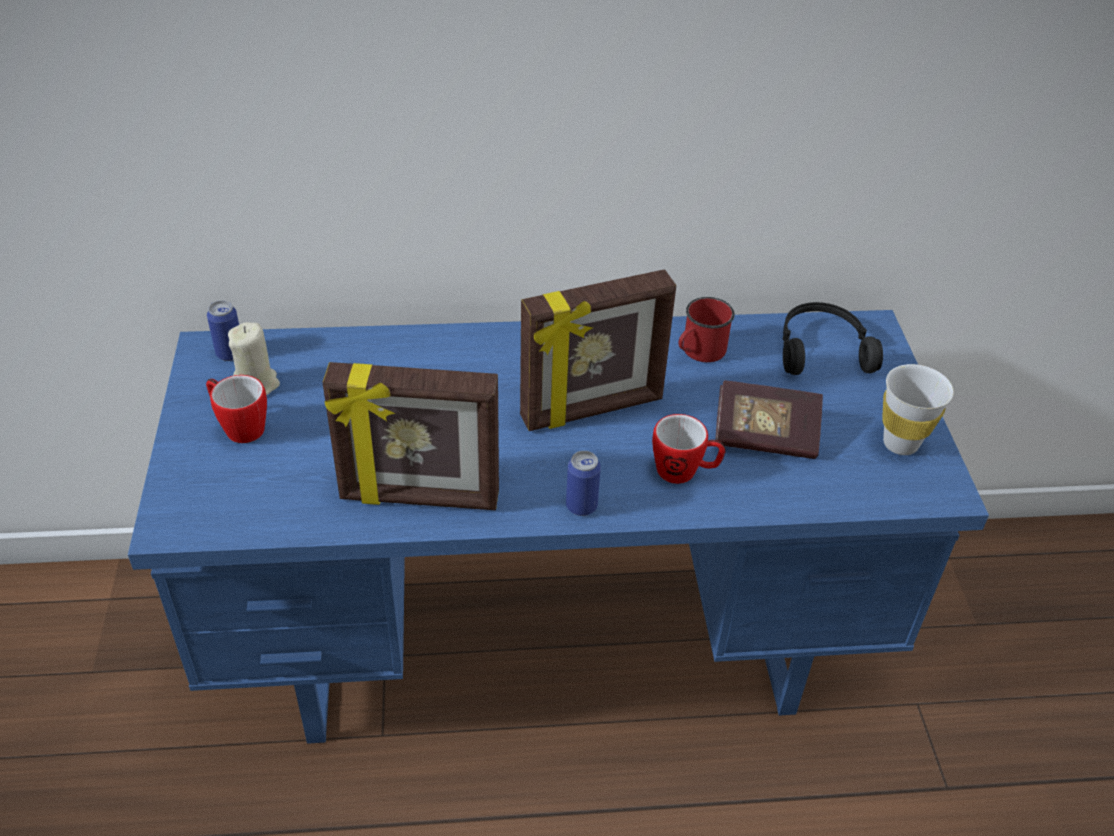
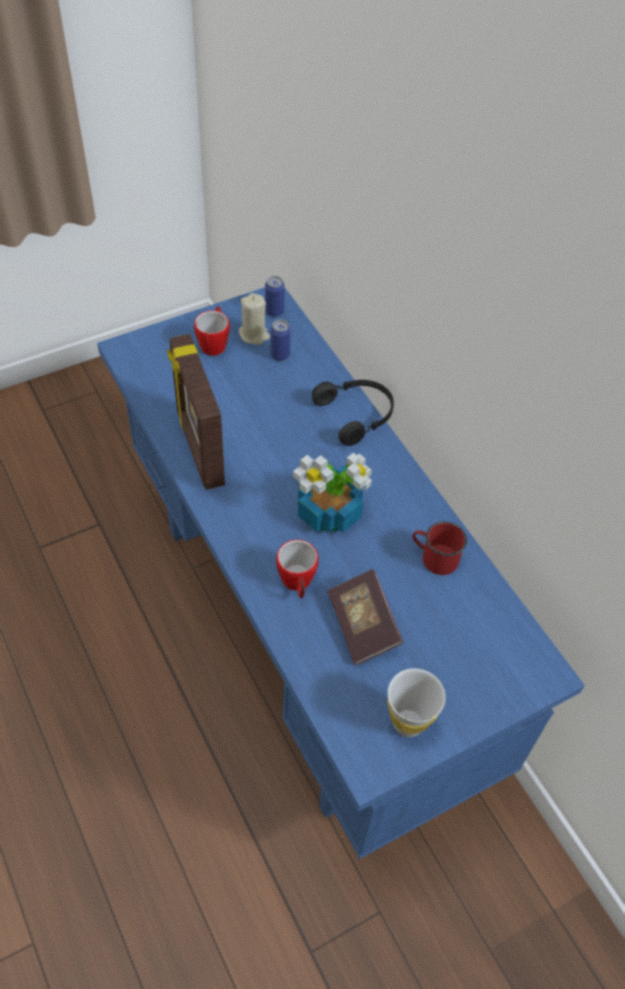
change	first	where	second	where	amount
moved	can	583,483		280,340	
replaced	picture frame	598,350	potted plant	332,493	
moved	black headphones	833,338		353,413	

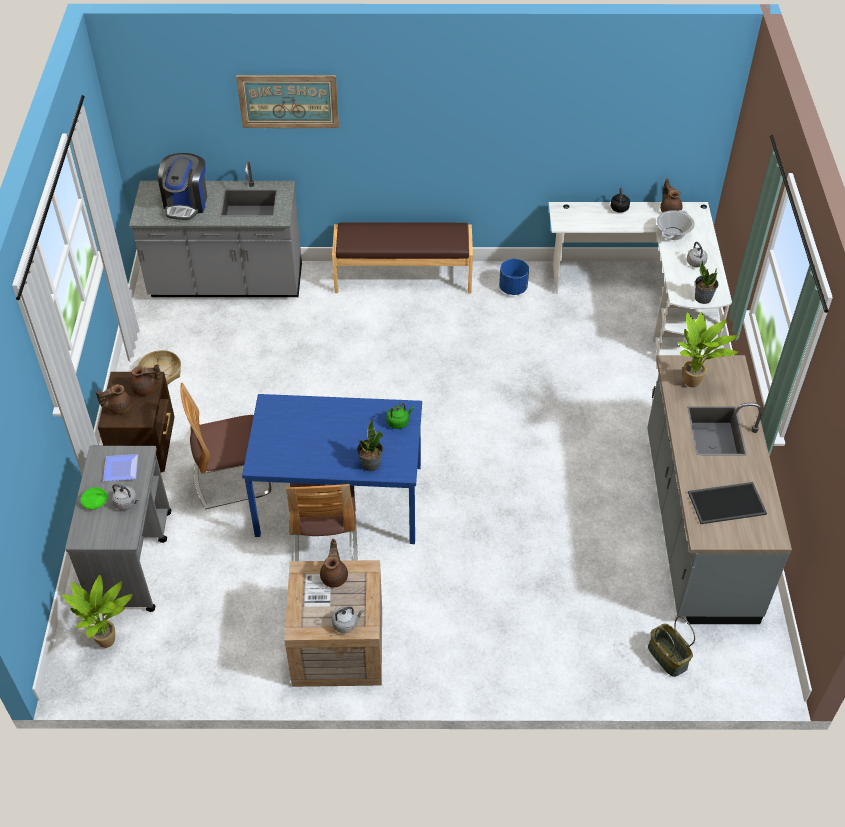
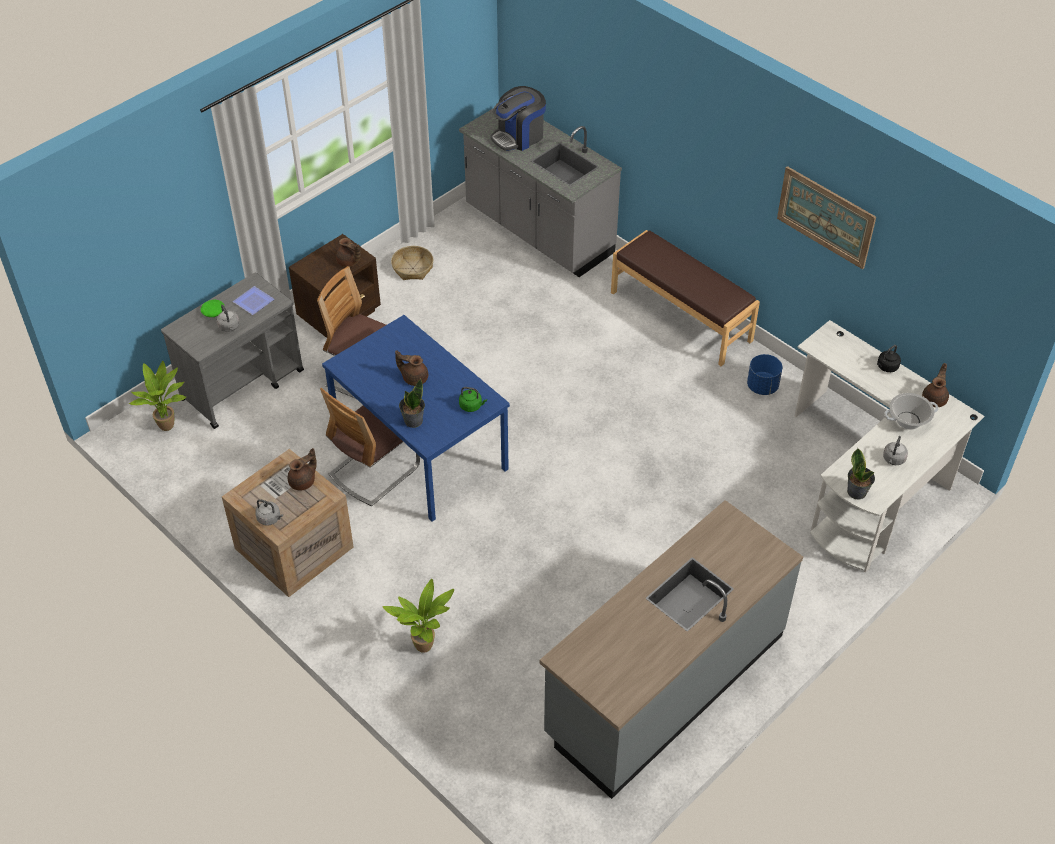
change	first	where	second	where	amount
moved	potted plant	708,349		418,616	
moved	brown teapot	114,399		411,368	
moved	picture	287,101		826,217	
removed	basket	671,646			
removed	tray	727,503			

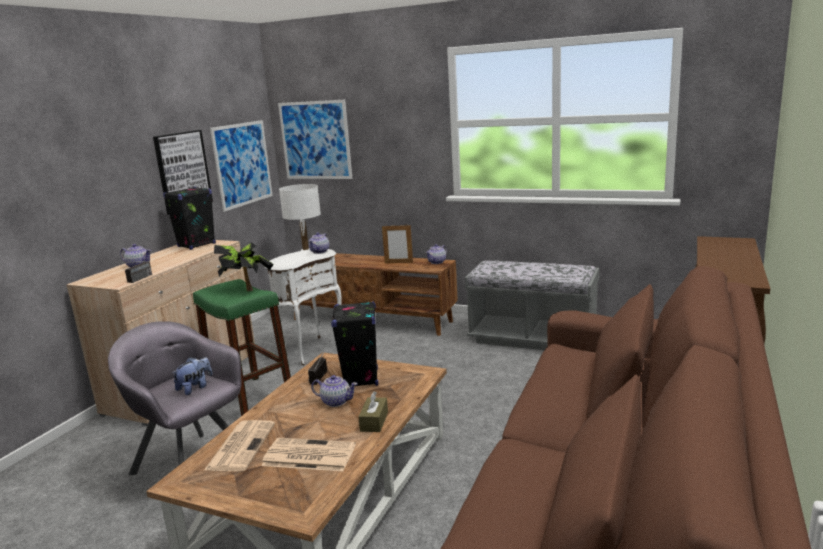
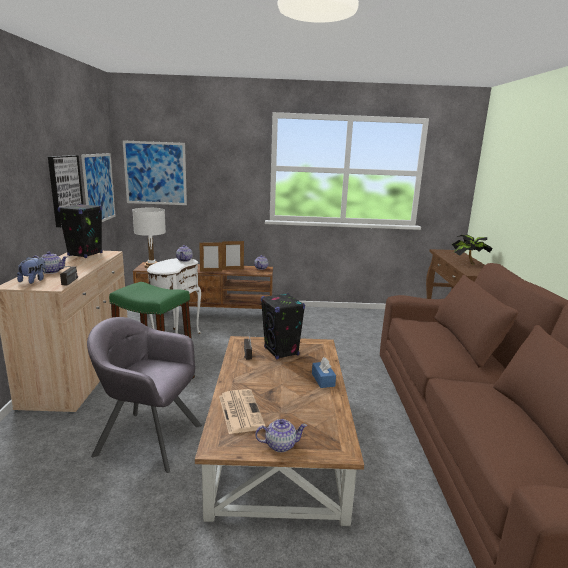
change	first	where	second	where	amount
moved	plush toy	192,376		31,270	
added			picture frame	210,257	
moved	teapot	334,391		281,435	
recoloured	brown tissue box	373,411	blue tissue box	324,372	
moved	potted plant	243,266		472,249	
removed	newspaper	308,454			
removed	grey bench	532,305			

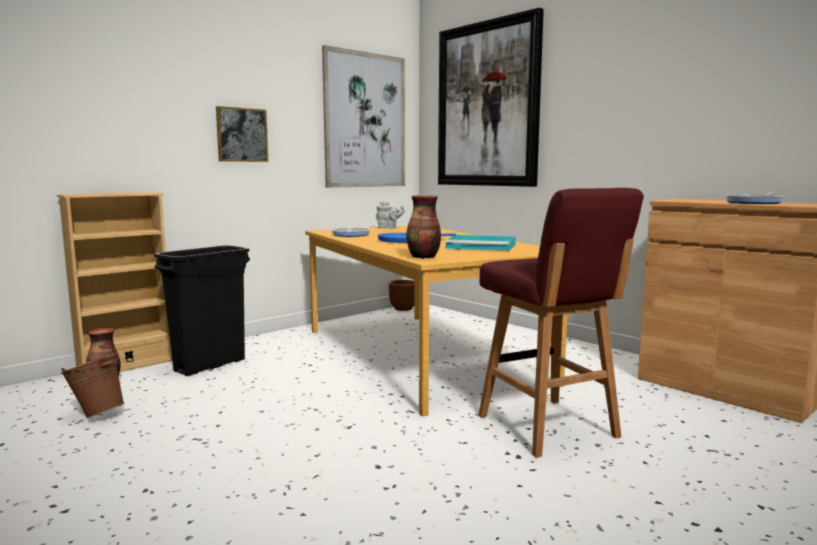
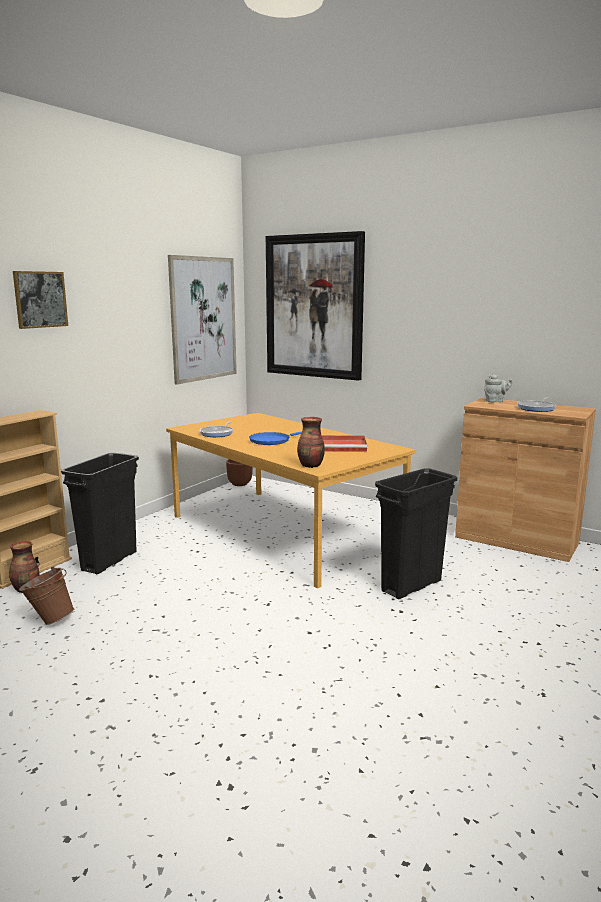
change	first	where	second	where	amount
moved	picture	242,134		40,300	
recoloured	turquoise tray	480,243	red tray	344,443	
replaced	red stool	561,323	black trash can	416,533	
moved	grey teapot	390,214		498,388	

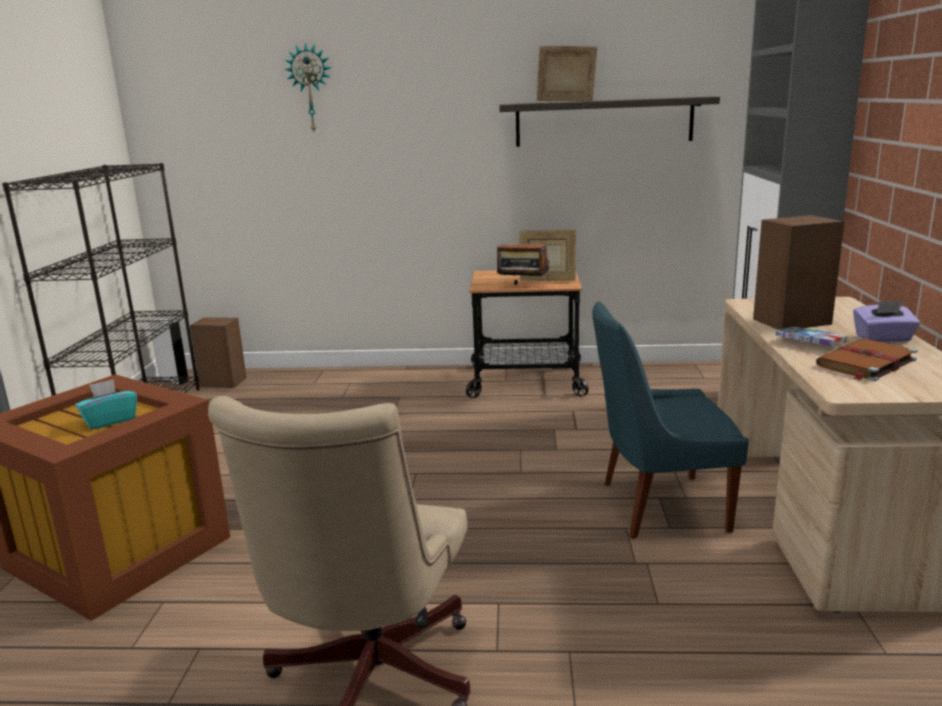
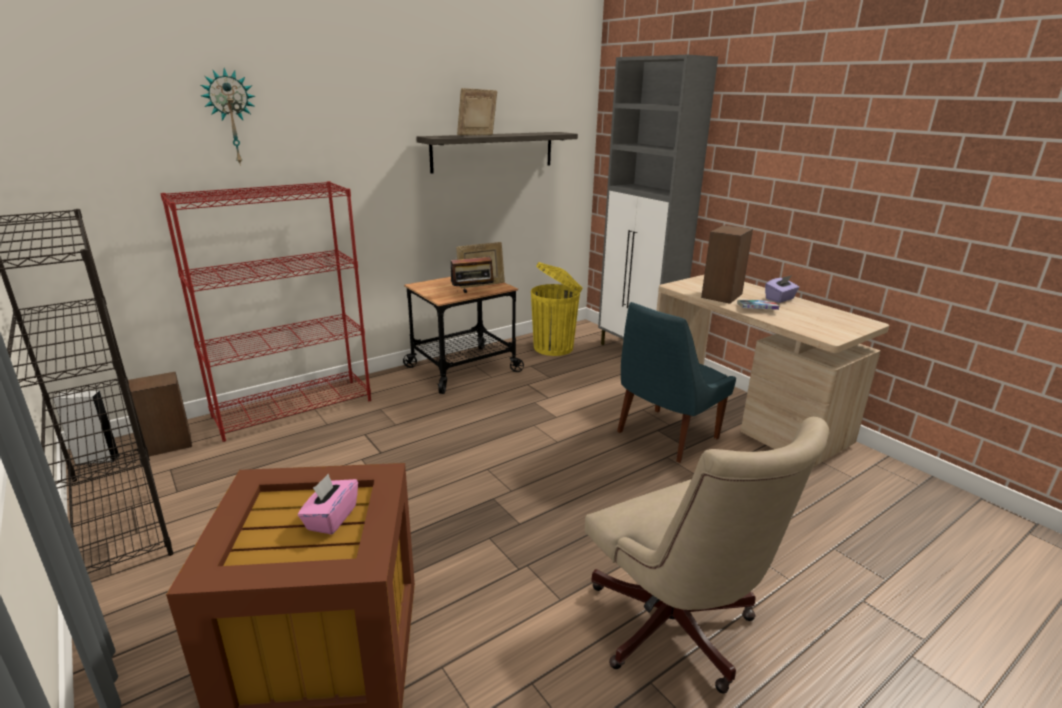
change	first	where	second	where	amount
added			red bookcase	266,311	
recoloured	turquoise tissue box	106,404	pink tissue box	328,504	
added			yellow trash can	557,309	
removed	brown book	867,360			

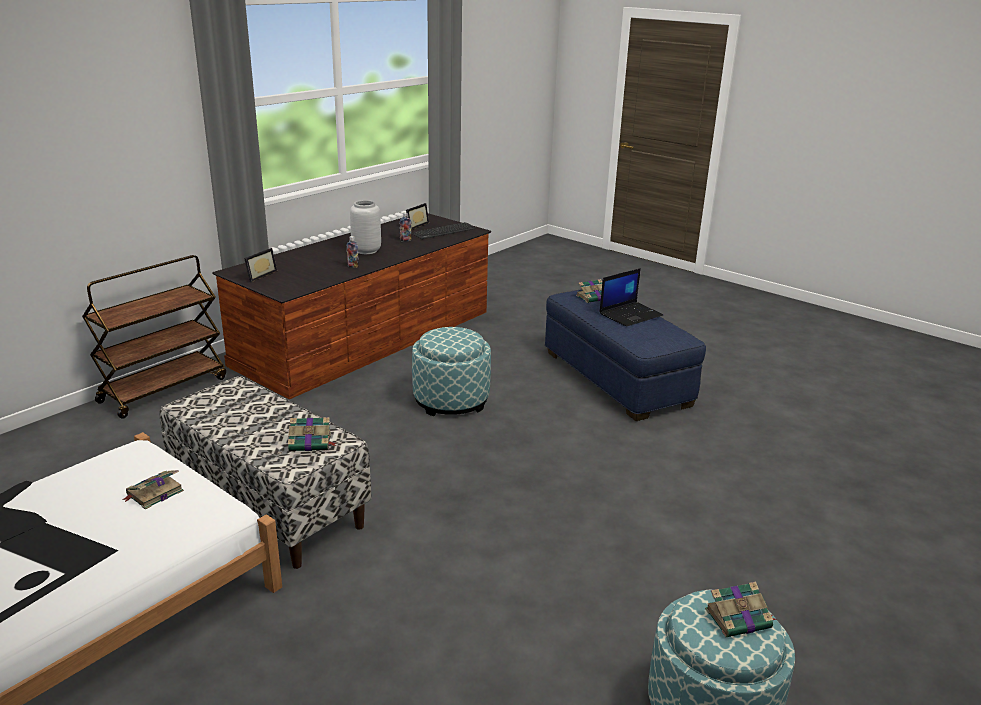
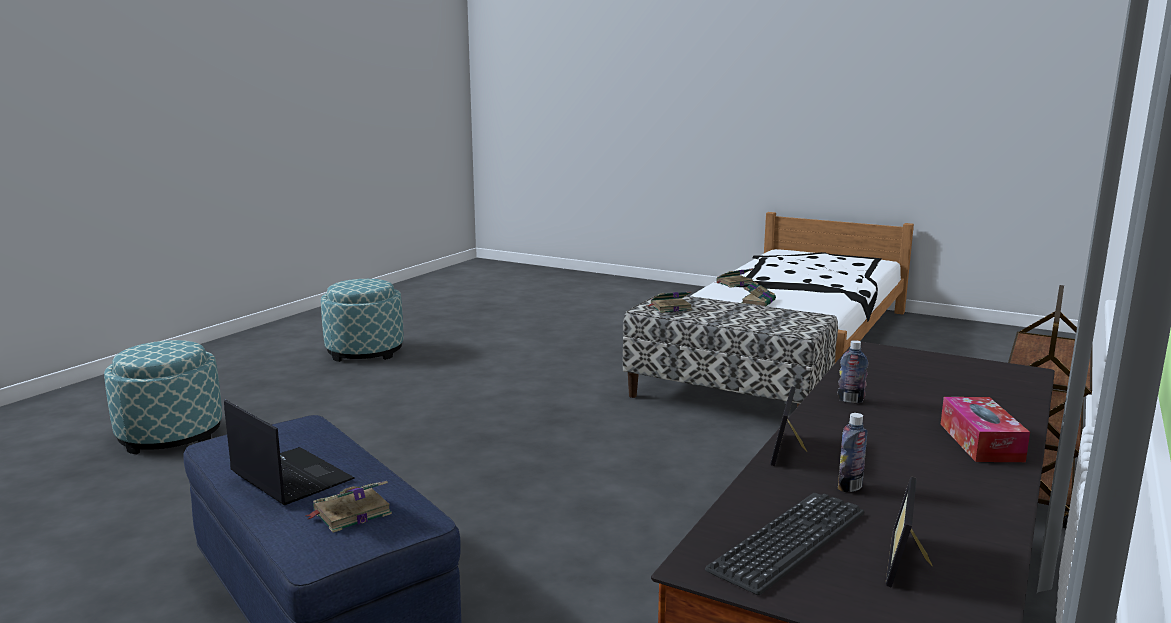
change	first	where	second	where	amount
moved	ottoman	451,371		163,397	
turned	laptop	631,297		289,453	90 degrees clockwise
moved	book	741,609		733,278	
moved	picture frame	260,265		788,426	
added			tissue box	985,429	
removed	grey vase	365,227			

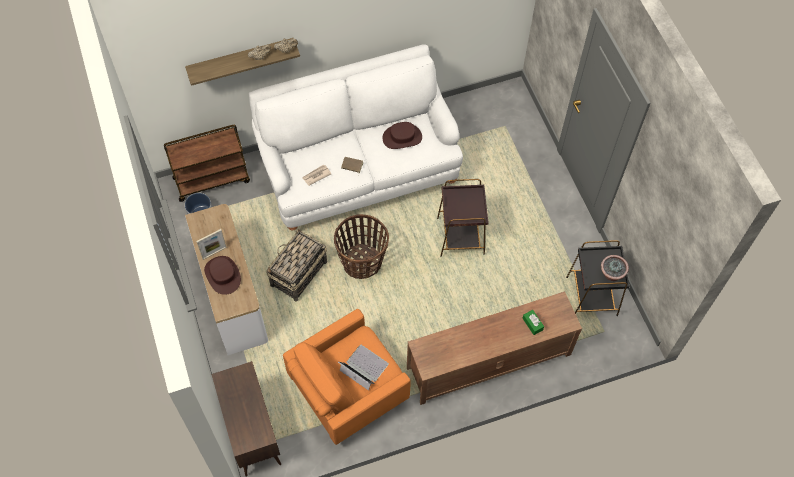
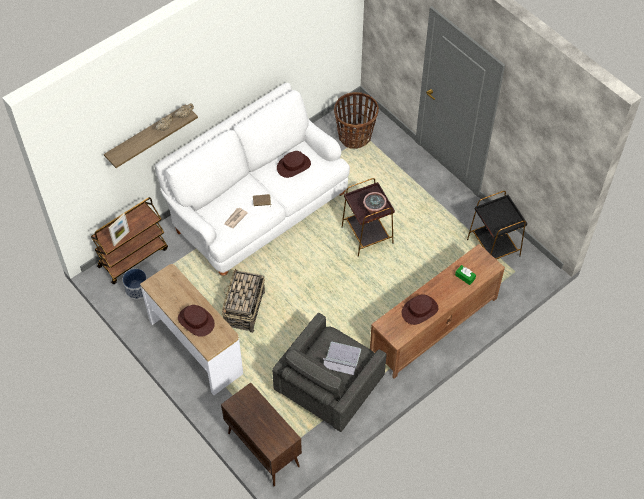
change	first	where	second	where	amount
moved	picture frame	211,244		119,229	
recoloured	orange armchair	347,377	grey armchair	329,372	
moved	basket	361,246		356,120	
moved	potted plant	615,268		375,203	
added			brown hat	420,309	

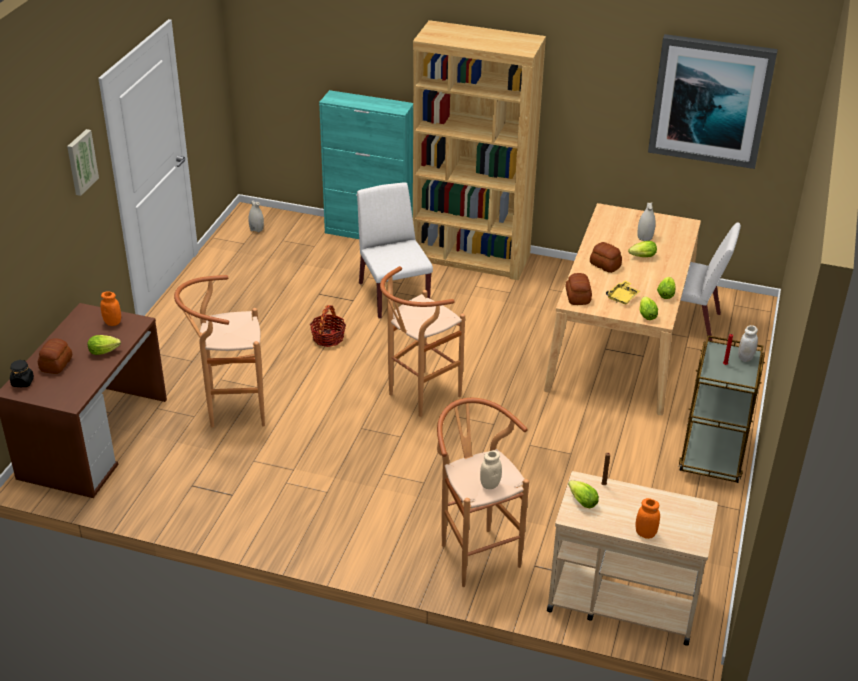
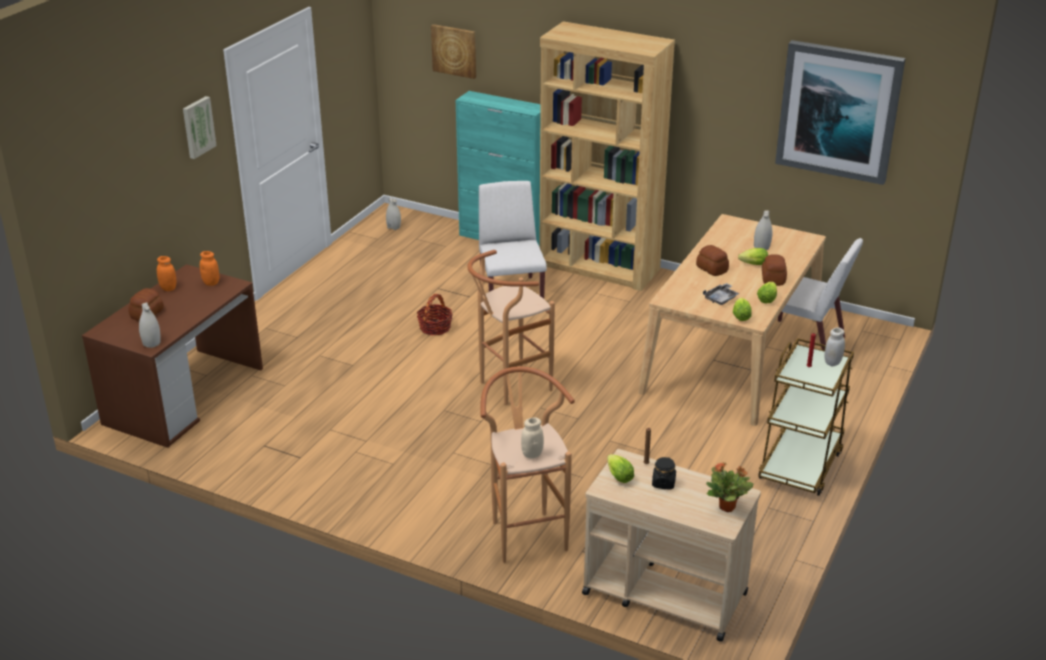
change	first	where	second	where	amount
added			white vase	150,325	
moved	orange jar	647,518		167,273	
added			picture	453,51	
moved	black jar	22,373		664,473	
recoloured	yellow tray	623,292	grey tray	721,294	
added			potted plant	730,487	
moved	bread	579,289		774,270	
removed	lettuce	104,345			
removed	brown stool	219,351			

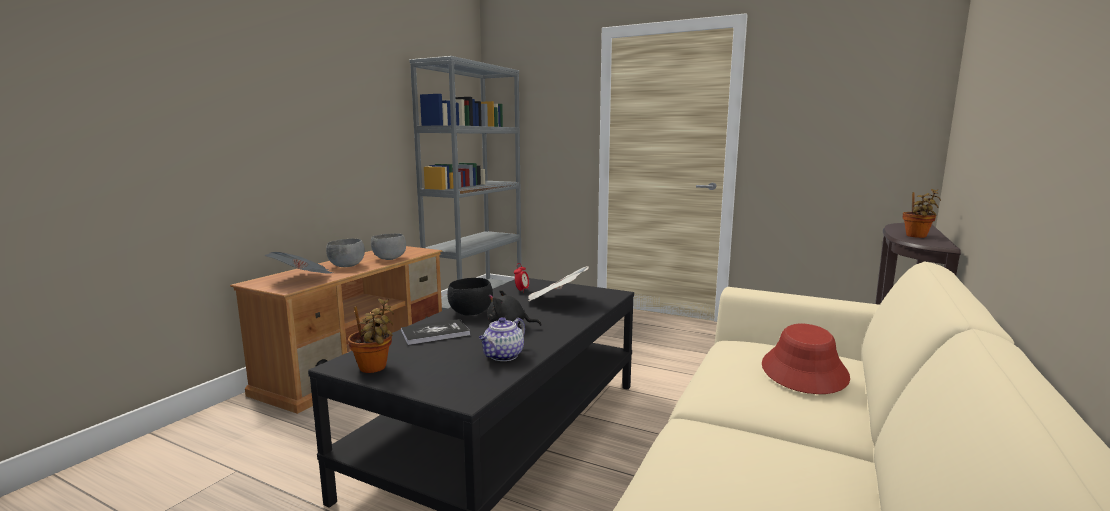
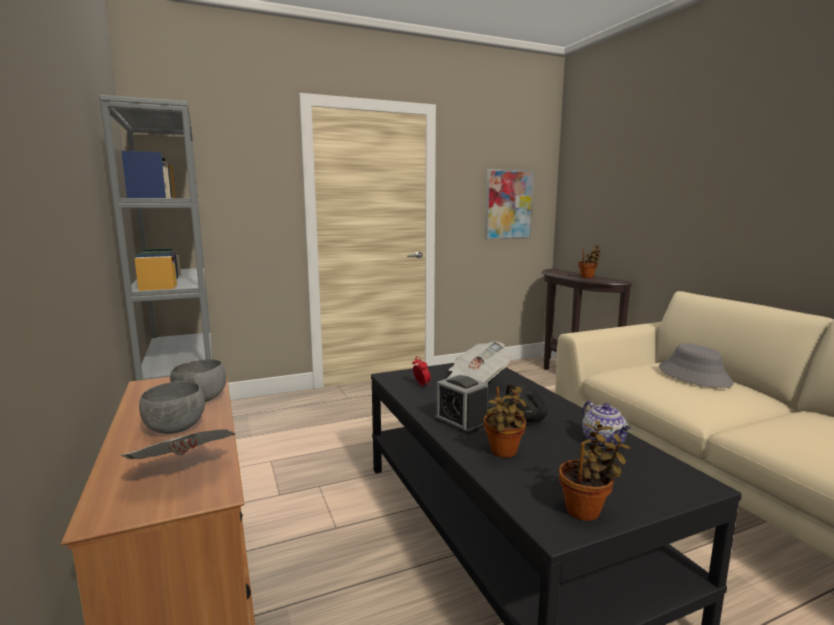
change	first	where	second	where	amount
replaced	black bowl	470,297	alarm clock	461,404	
replaced	book	435,332	potted plant	504,422	
added			picture	509,204	
recoloured	red hat	806,358	grey hat	696,366	

